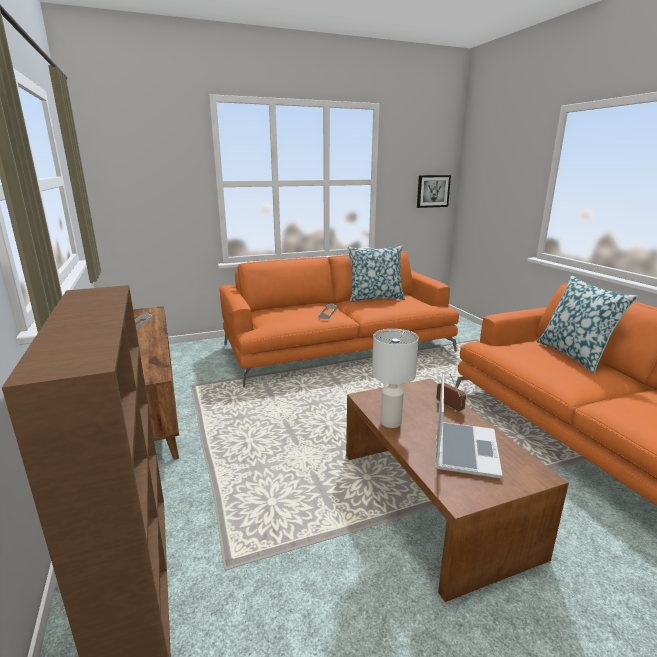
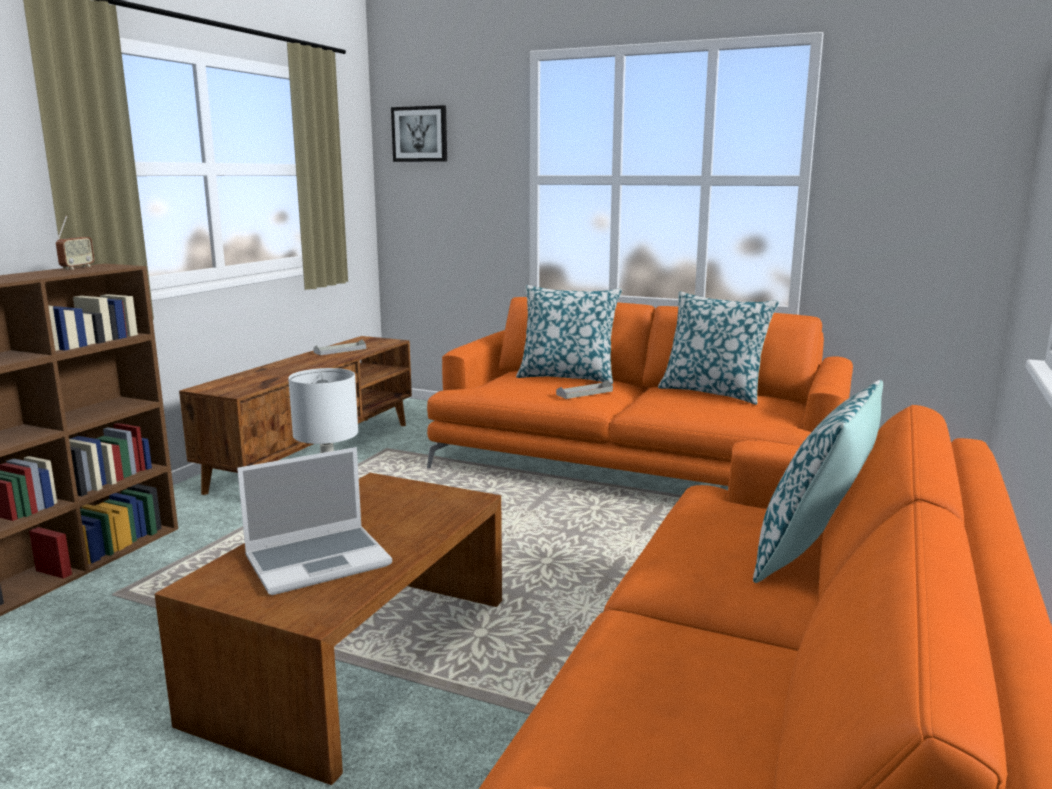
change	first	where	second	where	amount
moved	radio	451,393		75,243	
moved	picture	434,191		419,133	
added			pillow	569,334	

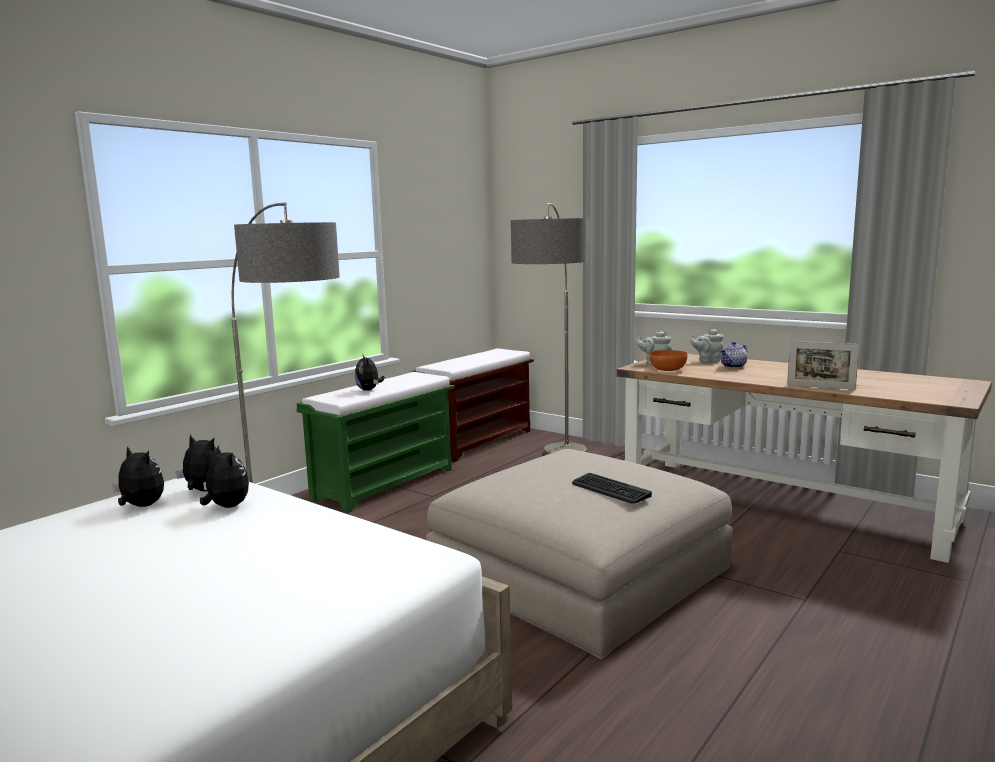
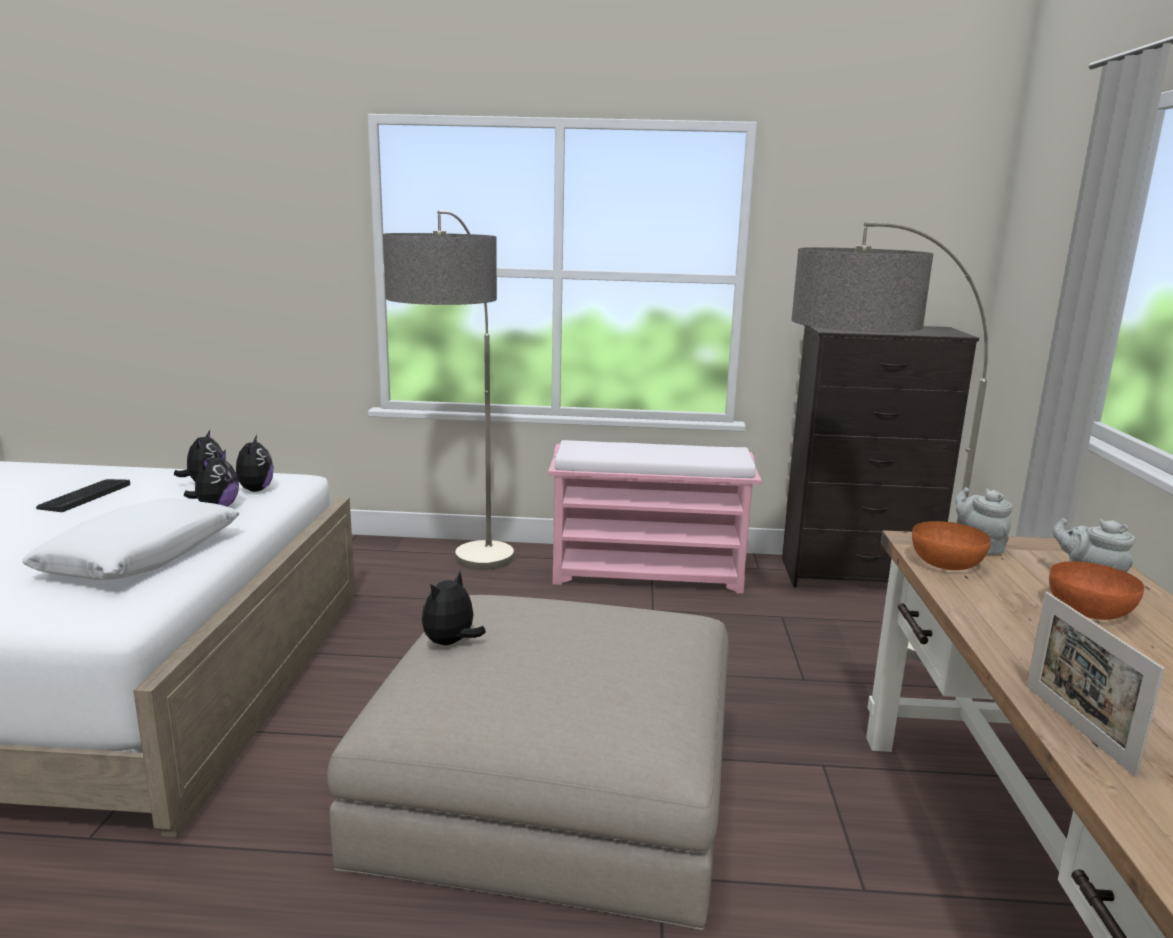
change	first	where	second	where	amount
added			white pillow	130,539	
moved	keyboard	612,488		83,495	
moved	plush toy	370,373		454,608	
recoloured	green bench	375,442	pink bench	654,517	
replaced	brown bench	472,405	black dresser	880,456	
replaced	teapot	733,355	orange bowl	1096,590	

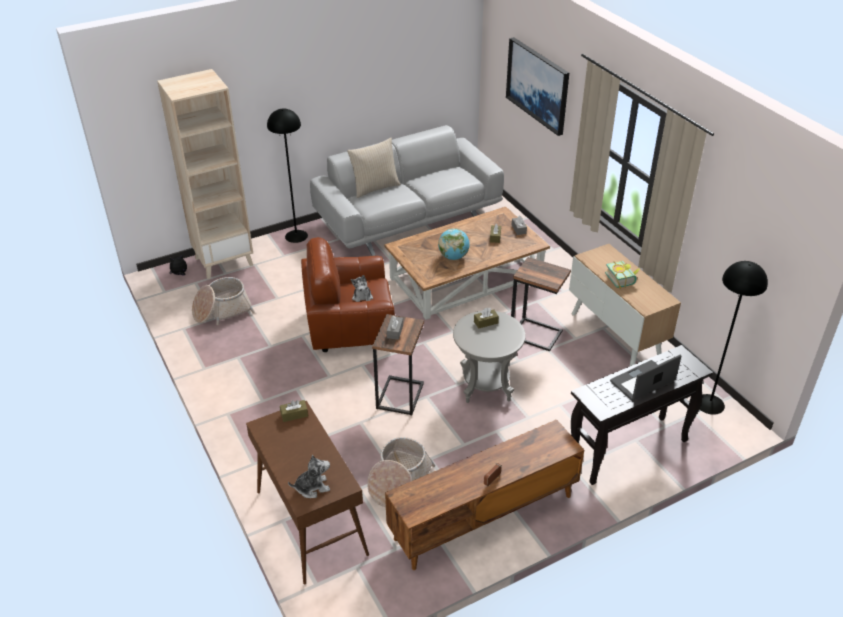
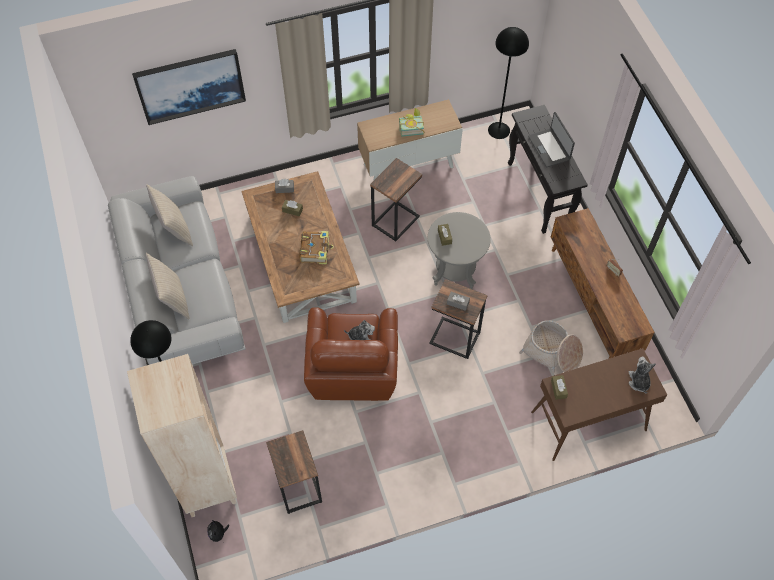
change	first	where	second	where	amount
added			beige pillow	169,215	
replaced	basket	223,301	side table	294,472	
replaced	globe	454,244	book	316,248	

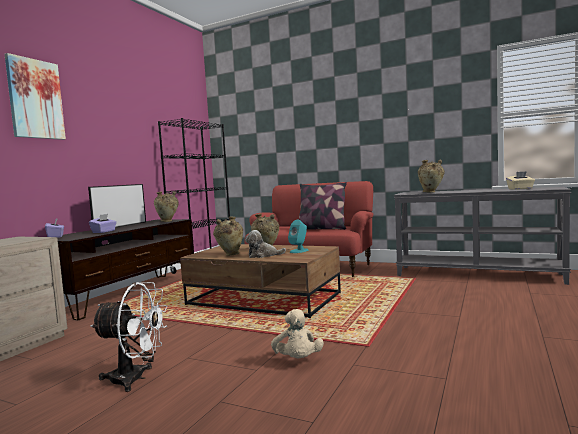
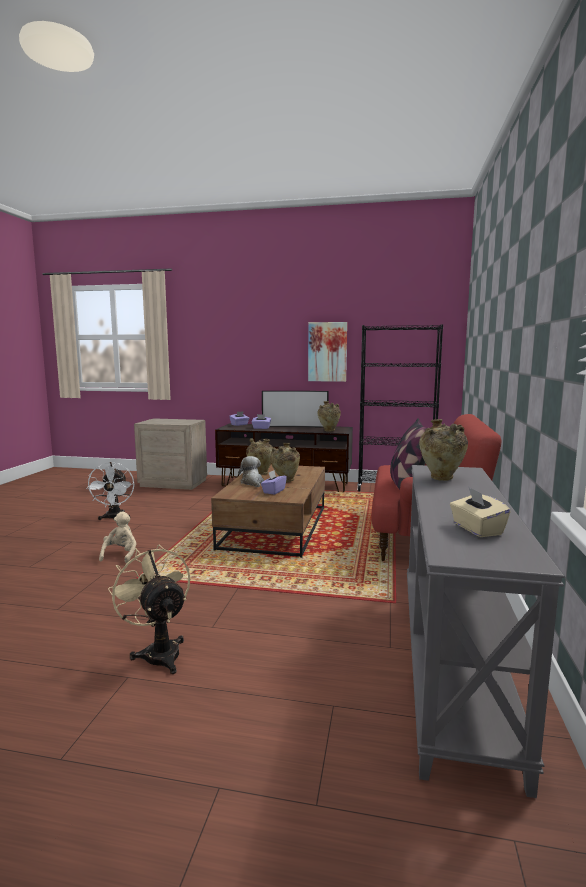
change	first	where	second	where	amount
turned	beige plush toy	297,333		118,537	120 degrees clockwise
added			beige fan	149,609	
replaced	turquoise speaker	298,236	purple tissue box	274,483	
moved	picture	35,96		327,352	

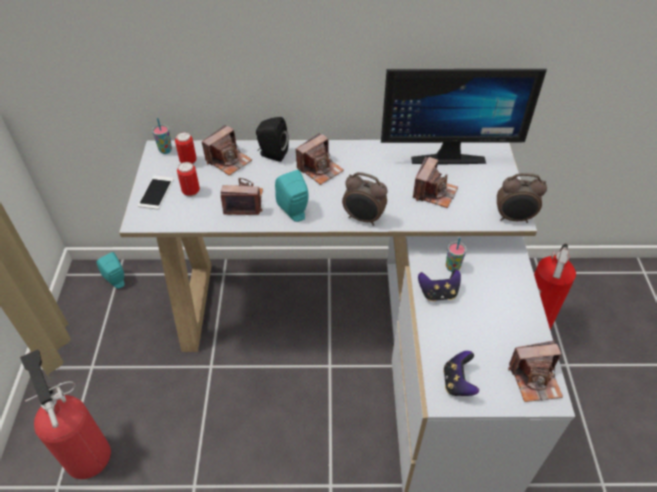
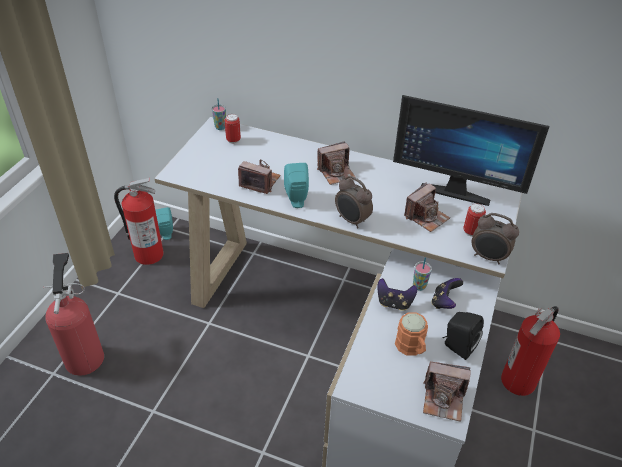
change	first	where	second	where	amount
added			fire extinguisher	139,221	
added			orange mug	411,334	
moved	game controller	461,373		447,293	
moved	black speaker	272,139		463,336	
moved	can	188,179		474,220	
removed	phone	156,192			
removed	photo camera	227,150			

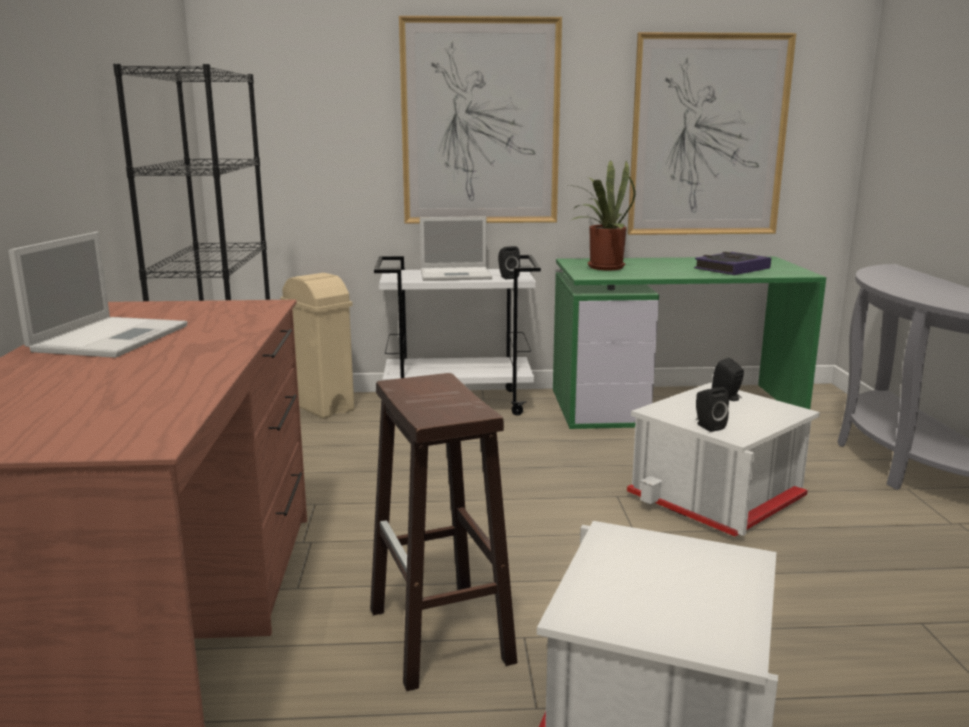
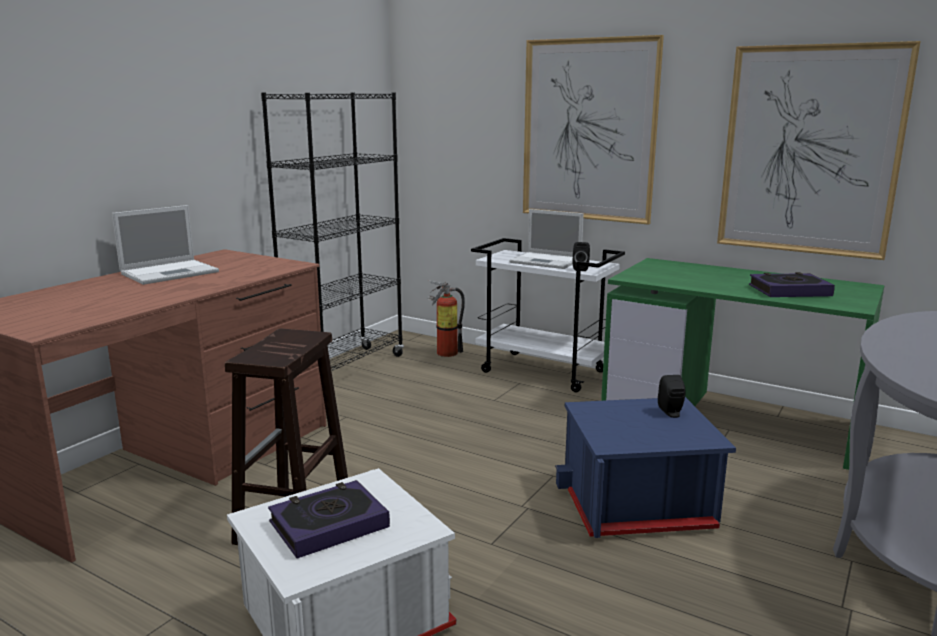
change	first	where	second	where	amount
added			book	329,519	
replaced	beige trash can	317,346	fire extinguisher	446,318	
recoloured	white storage box	723,459	blue storage box	645,467	
removed	potted plant	602,215			
removed	black speaker	712,409			

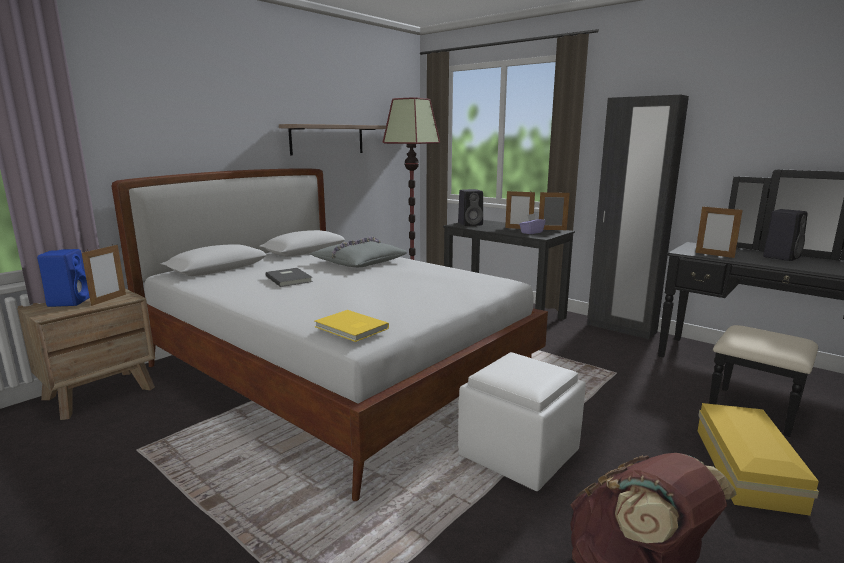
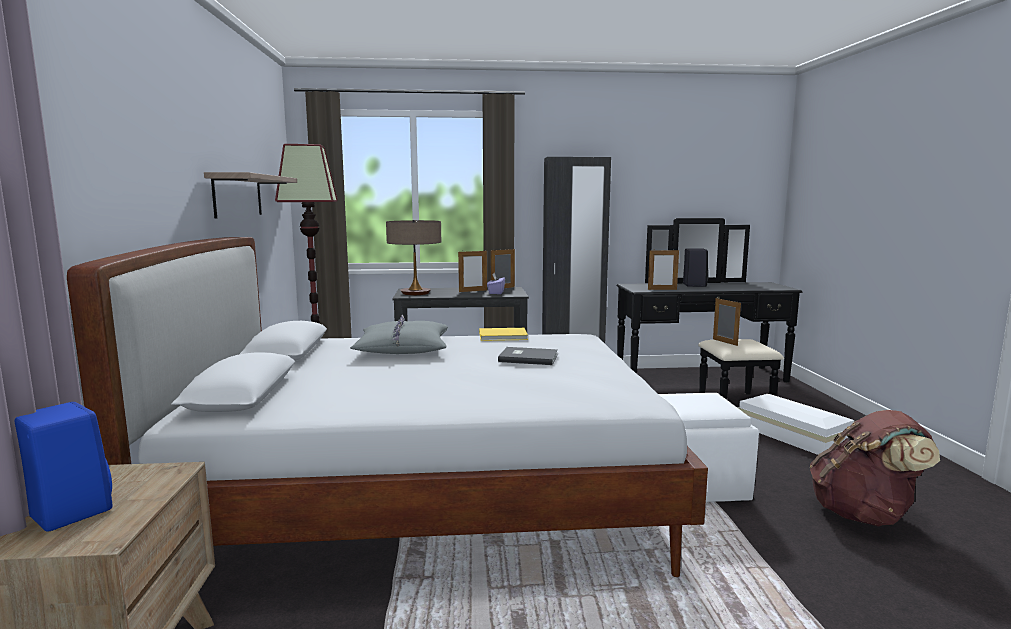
change	first	where	second	where	amount
replaced	black speaker	470,207	table lamp	413,257	
moved	yellow book	352,326		503,334	
moved	grey book	289,277		528,356	
moved	picture frame	104,275		727,321	
recoloured	yellow storage box	758,459	white storage box	796,424	

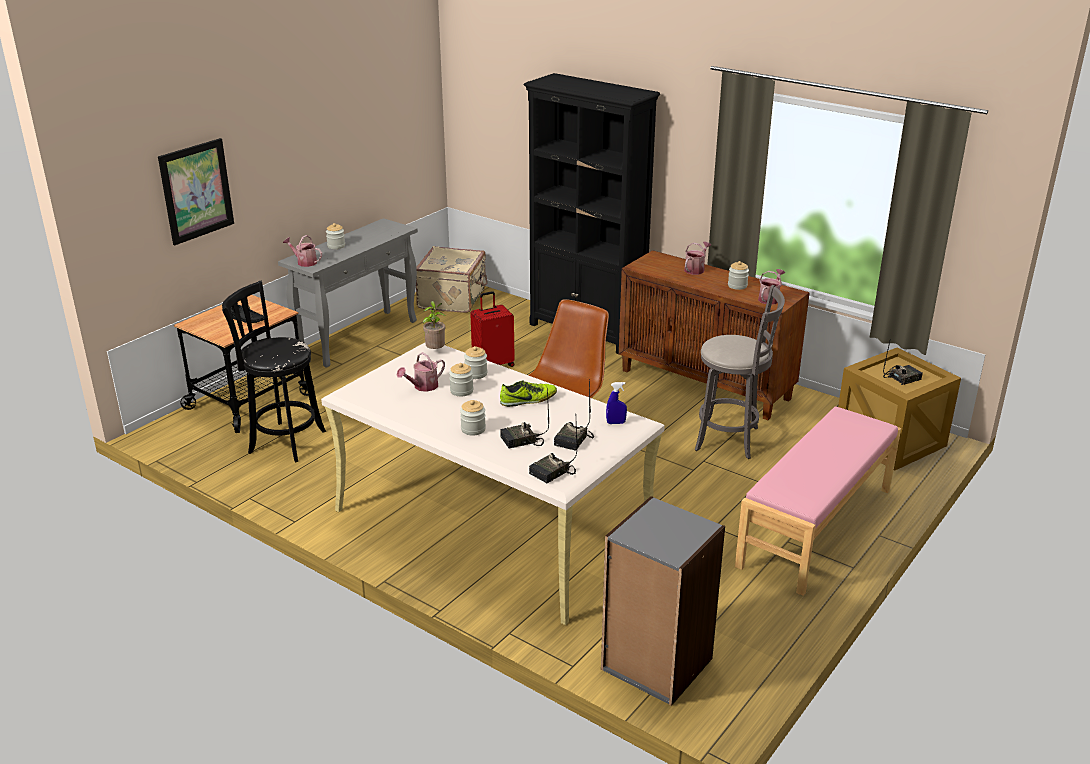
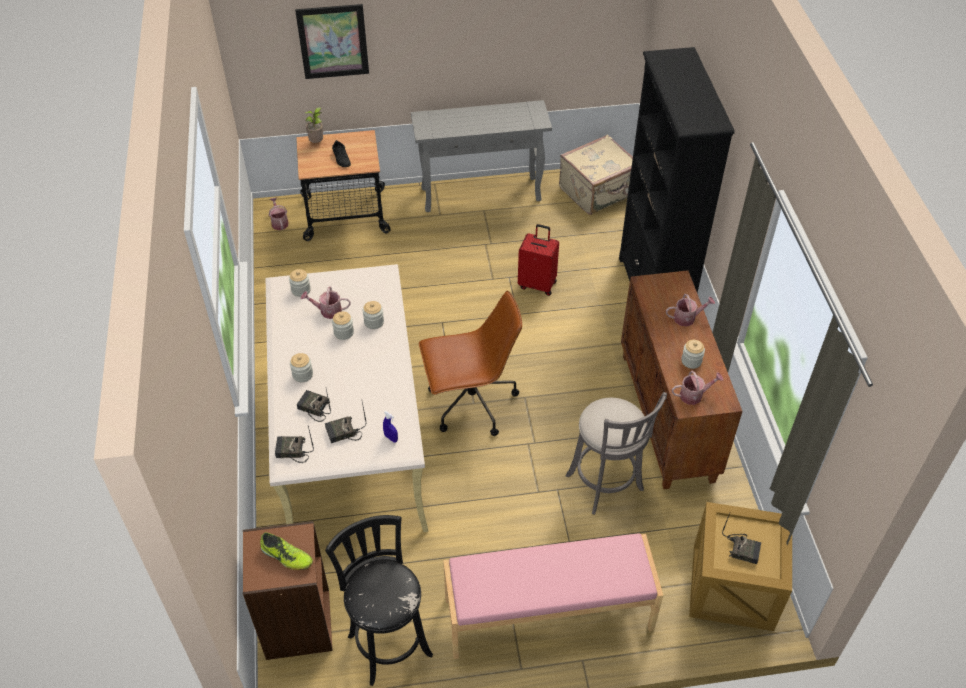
change	first	where	second	where	amount
recoloured	grey bookcase	663,601	brown bookcase	287,590	
moved	shoe	528,394		286,551	
moved	watering can	302,251		279,213	
moved	jar	335,236		300,283	
moved	potted plant	434,325		314,125	
moved	black stool	274,371		379,600	

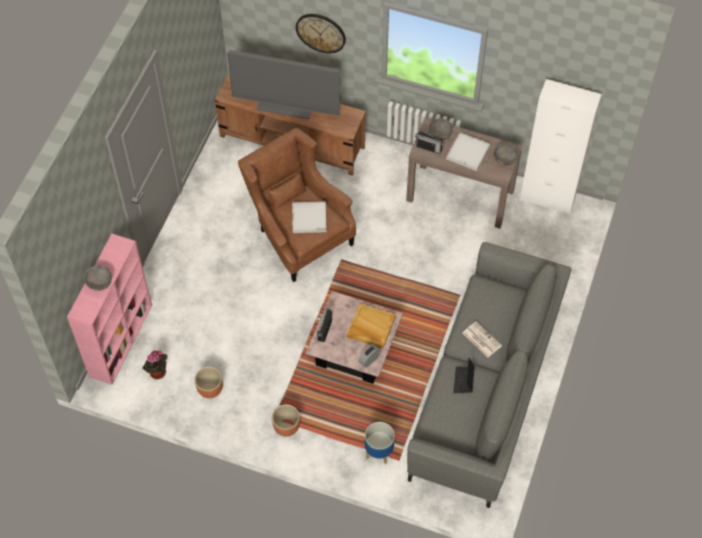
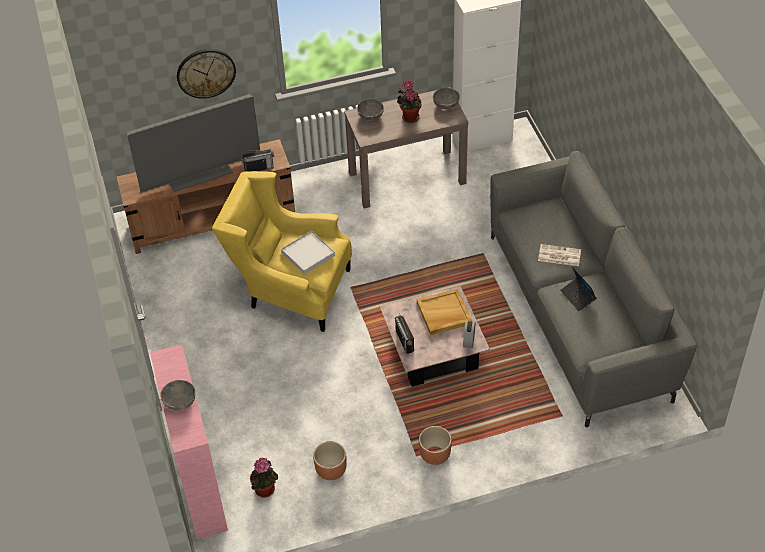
change	first	where	second	where	amount
recoloured	brown armchair	297,205	yellow armchair	282,251	
moved	radio	430,142		257,160	
replaced	white tray	468,151	potted plant	409,101	
removed	planter	380,443			

